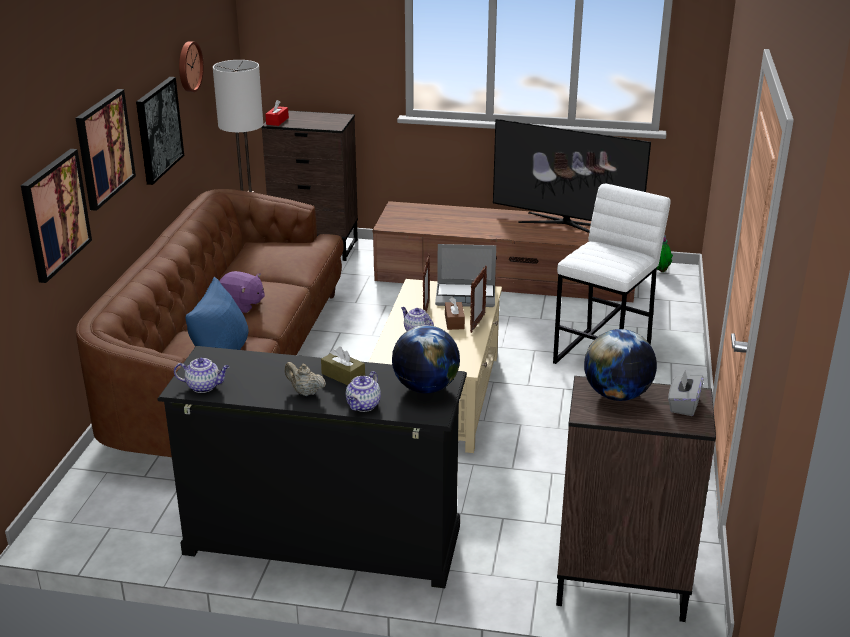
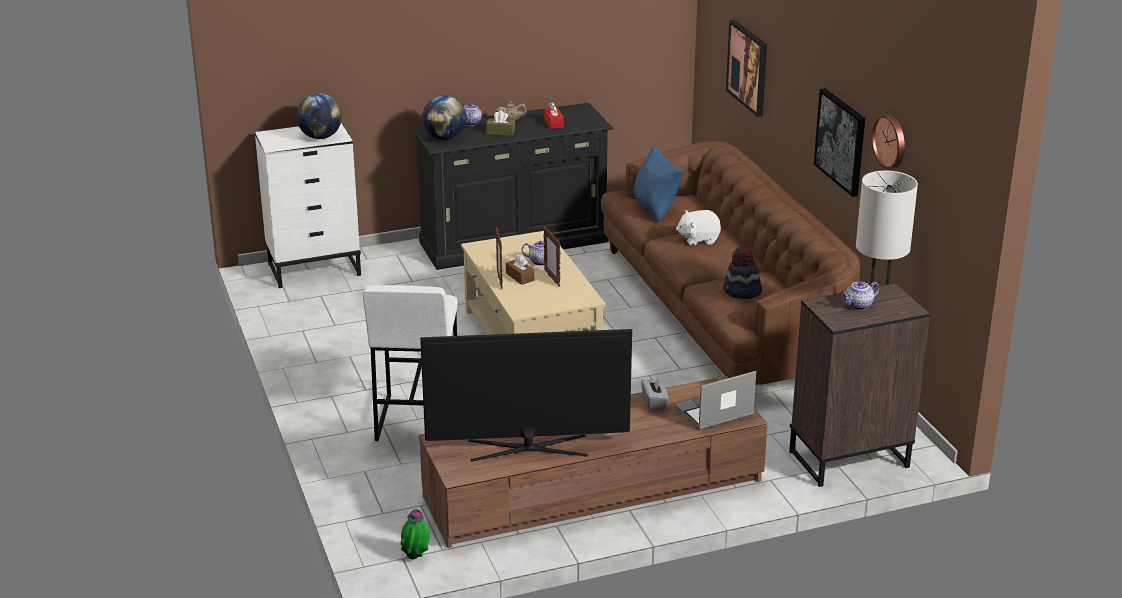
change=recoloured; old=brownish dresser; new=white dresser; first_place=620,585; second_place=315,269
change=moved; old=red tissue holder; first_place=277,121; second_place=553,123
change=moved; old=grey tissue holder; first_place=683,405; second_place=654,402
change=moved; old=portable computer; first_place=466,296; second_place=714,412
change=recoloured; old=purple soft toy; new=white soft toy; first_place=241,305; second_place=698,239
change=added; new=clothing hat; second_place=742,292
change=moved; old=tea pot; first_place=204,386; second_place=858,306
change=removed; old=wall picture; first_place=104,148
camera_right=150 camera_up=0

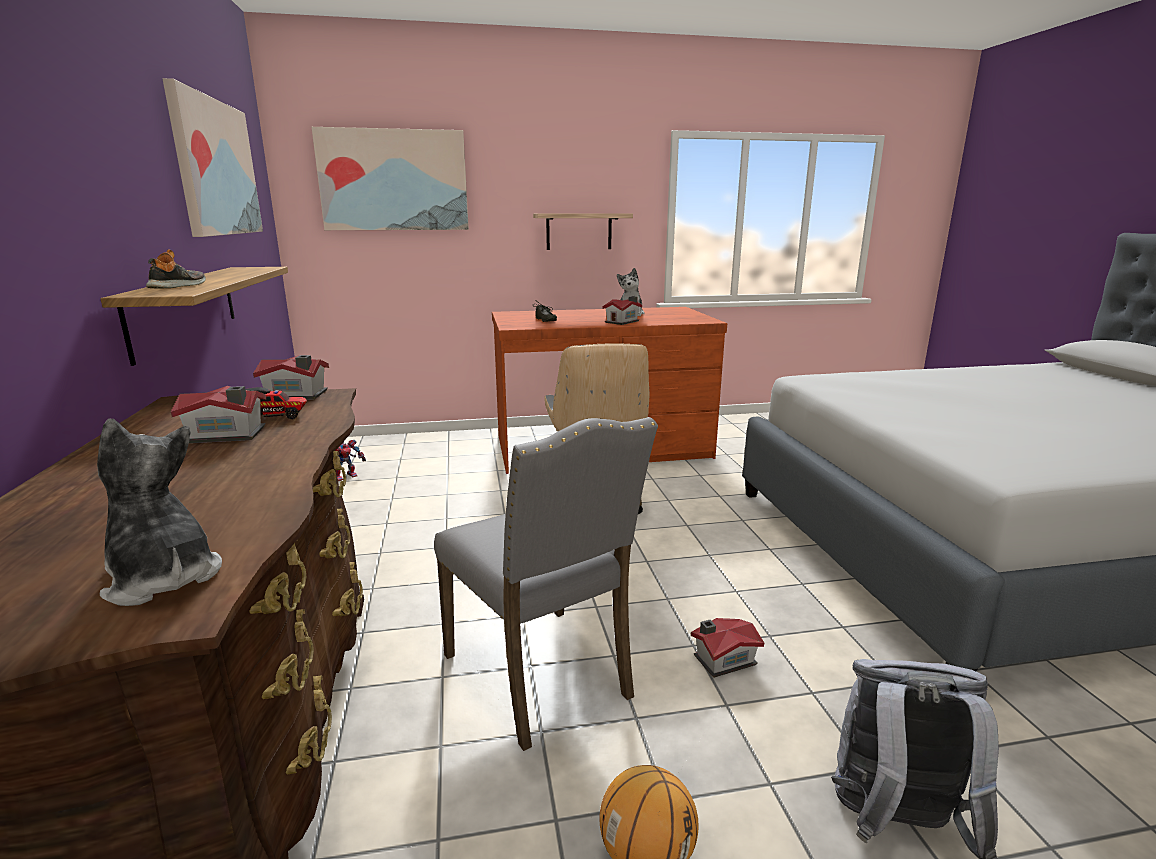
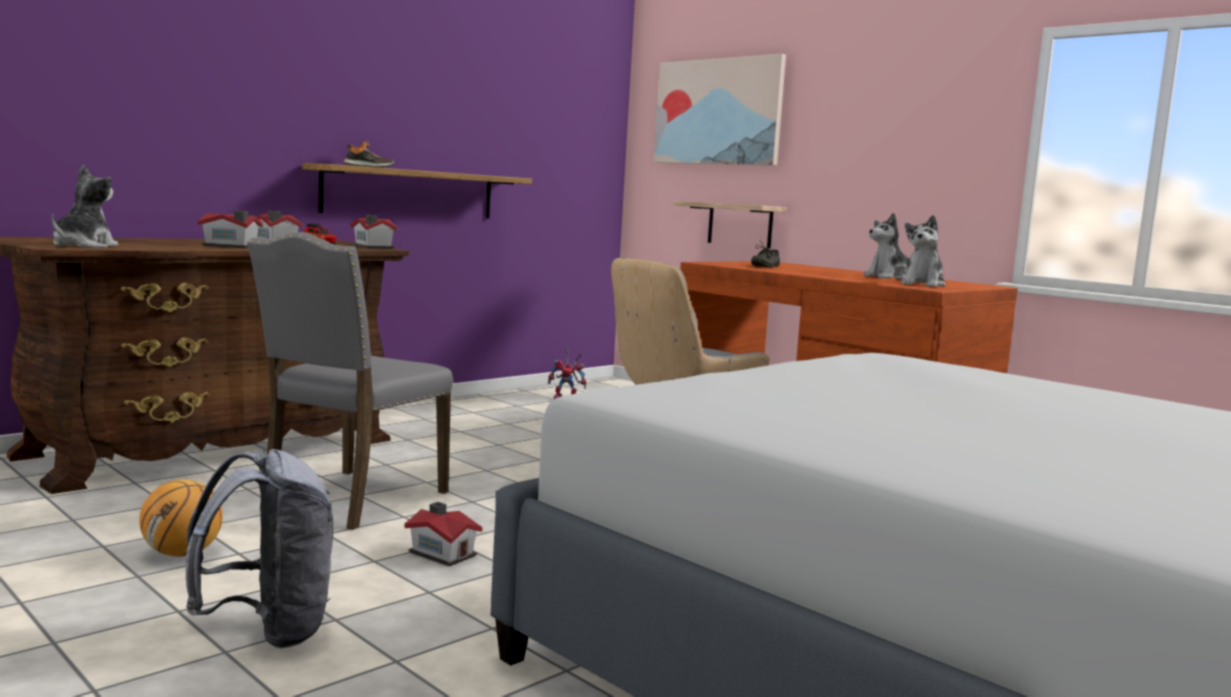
change=moved; old=toy house; first_place=623,322; second_place=231,246
change=moved; old=shelf; first_place=579,231; second_place=740,225
change=added; new=soft toy; second_place=923,284
change=removed; old=wall picture; first_place=215,168
camera_right=55 camera_up=-10

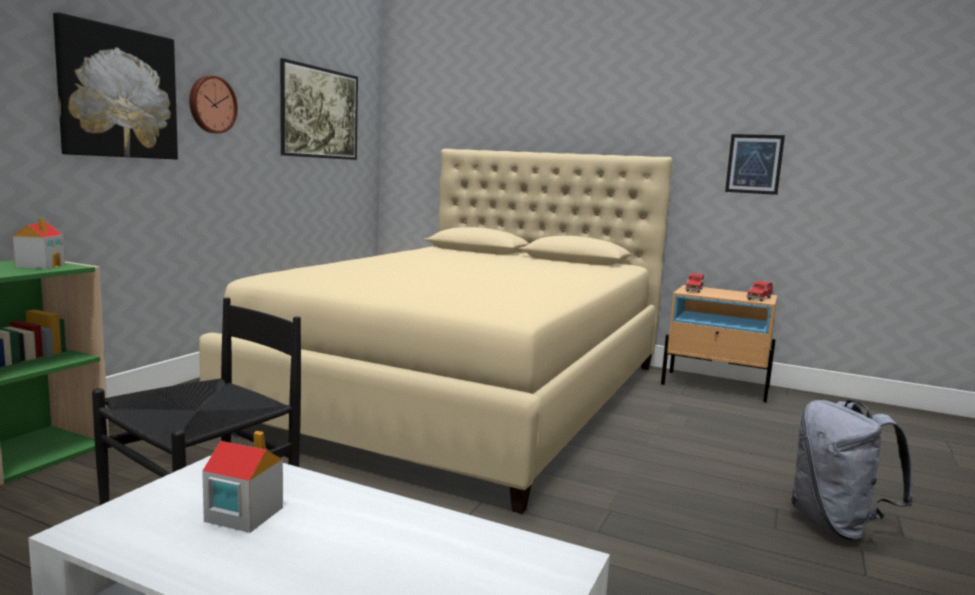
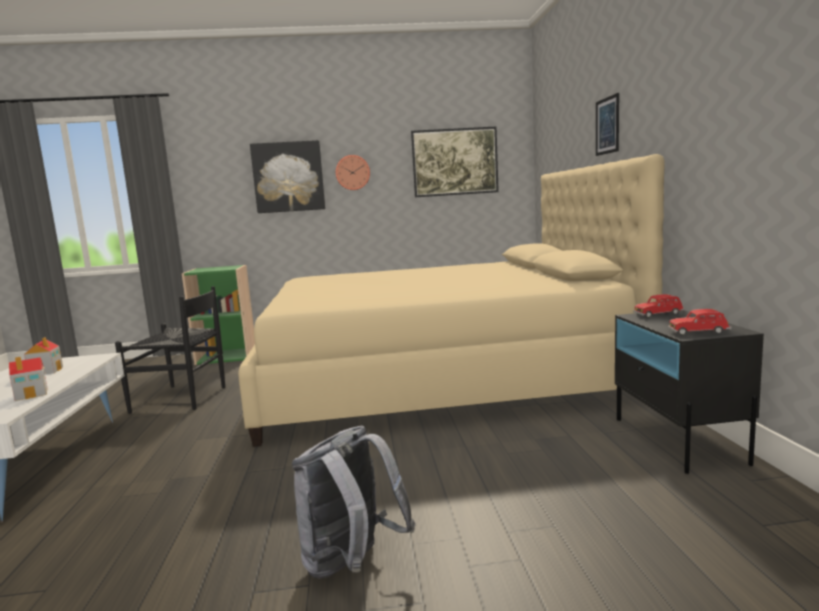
change=moved; old=toy house; first_place=40,265; second_place=32,394
change=moved; old=wall picture; first_place=754,164; second_place=607,125
change=recoloured; old=beige-coloured nightstand; new=blackish nightstand; first_place=715,386; second_place=678,440
camera_right=60 camera_up=0

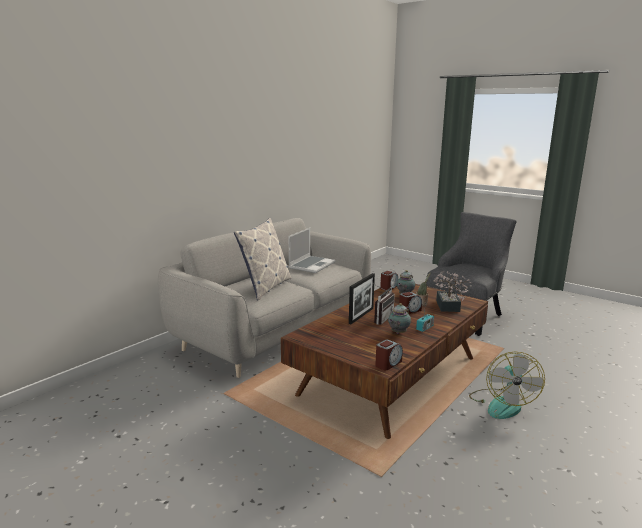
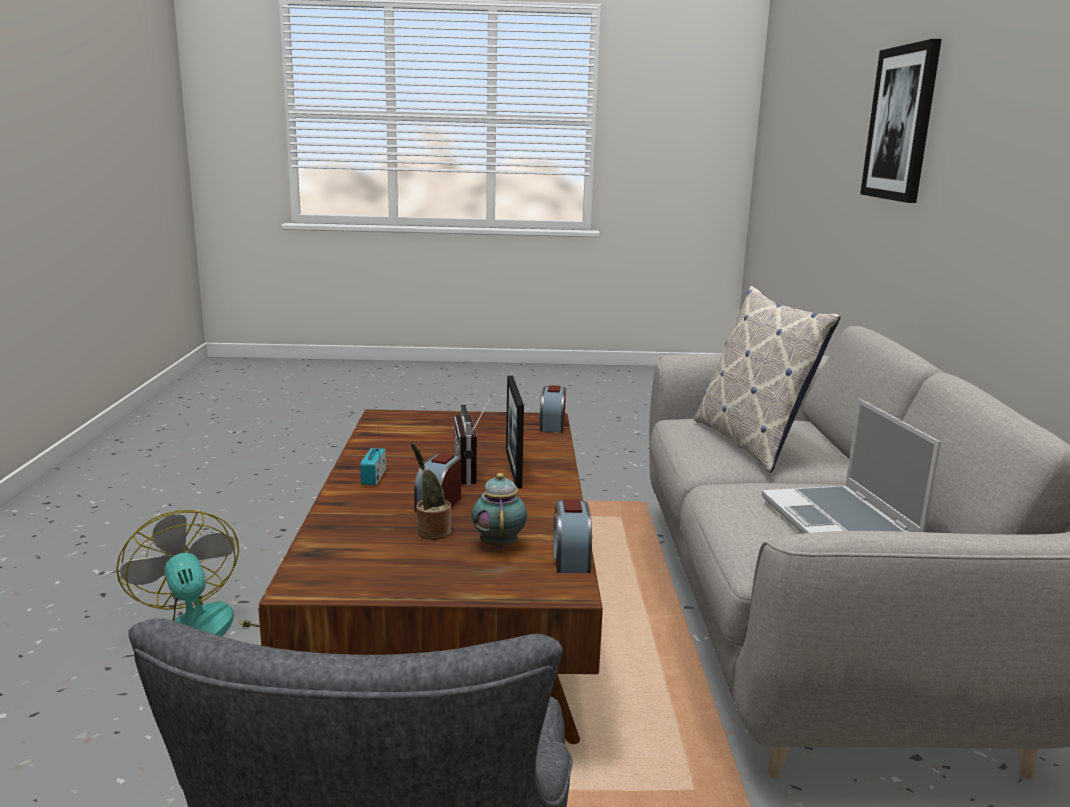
change=moved; old=table clock; first_place=388,364; second_place=552,425
change=added; new=wall picture; second_place=901,123
change=removed; old=tea pot; first_place=398,333
change=removed; old=plant in a pot; first_place=448,307
camera_right=140 camera_up=0

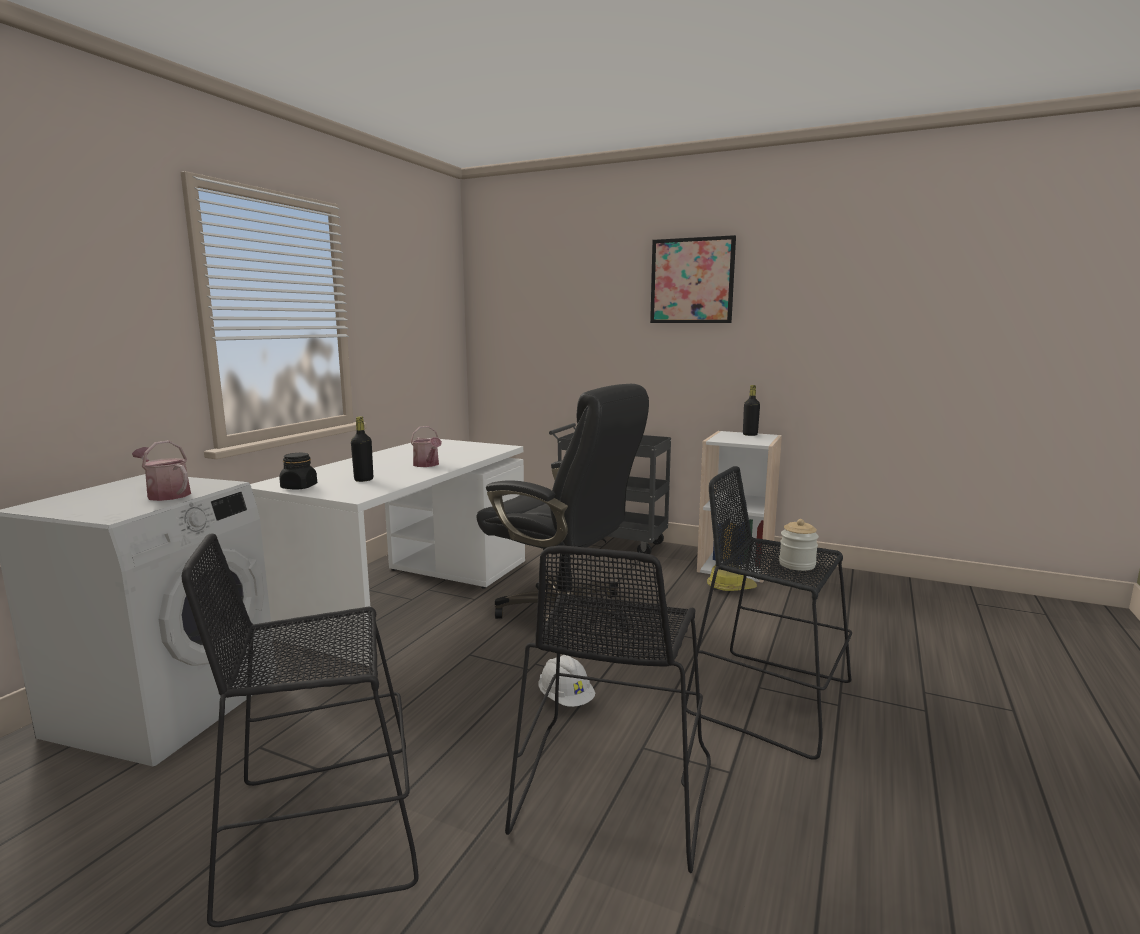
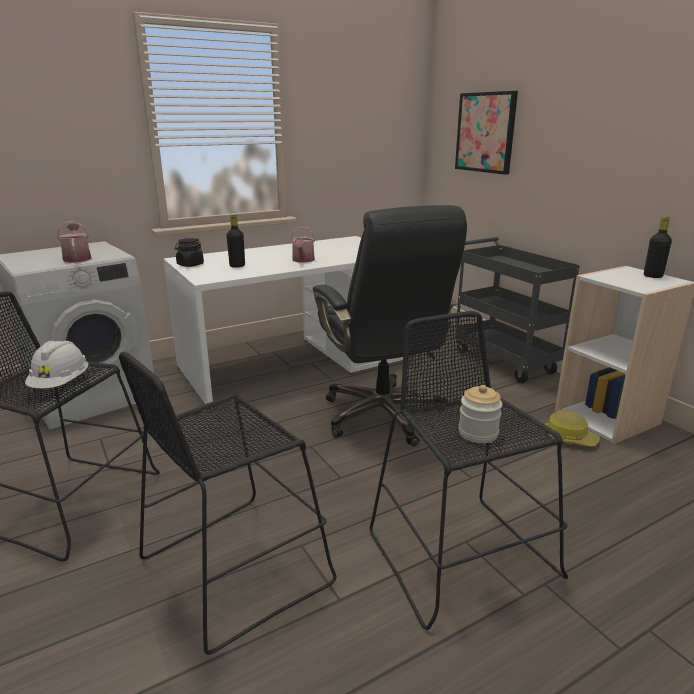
change=moved; old=white hard hat; first_place=566,699; second_place=61,384
change=moved; old=wall picture; first_place=692,281; second_place=485,132
camera_right=35 camera_up=10

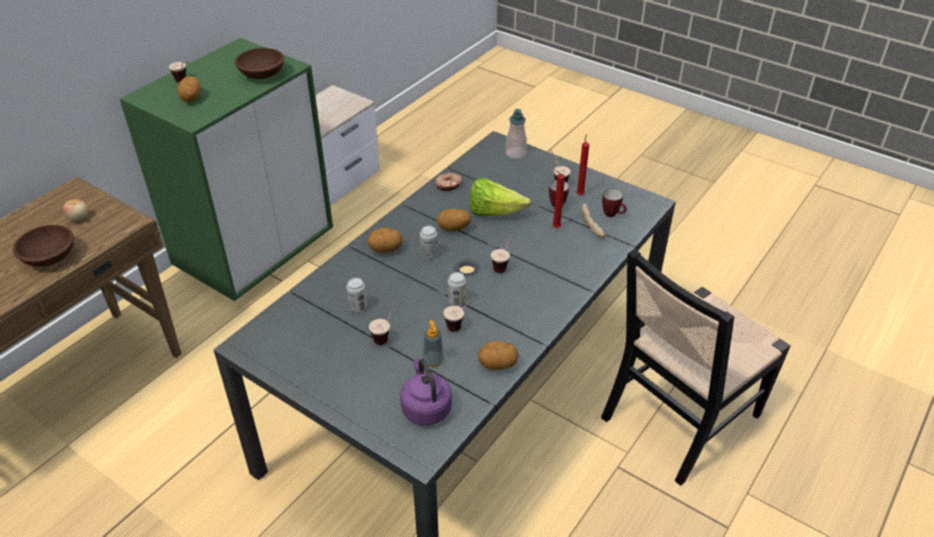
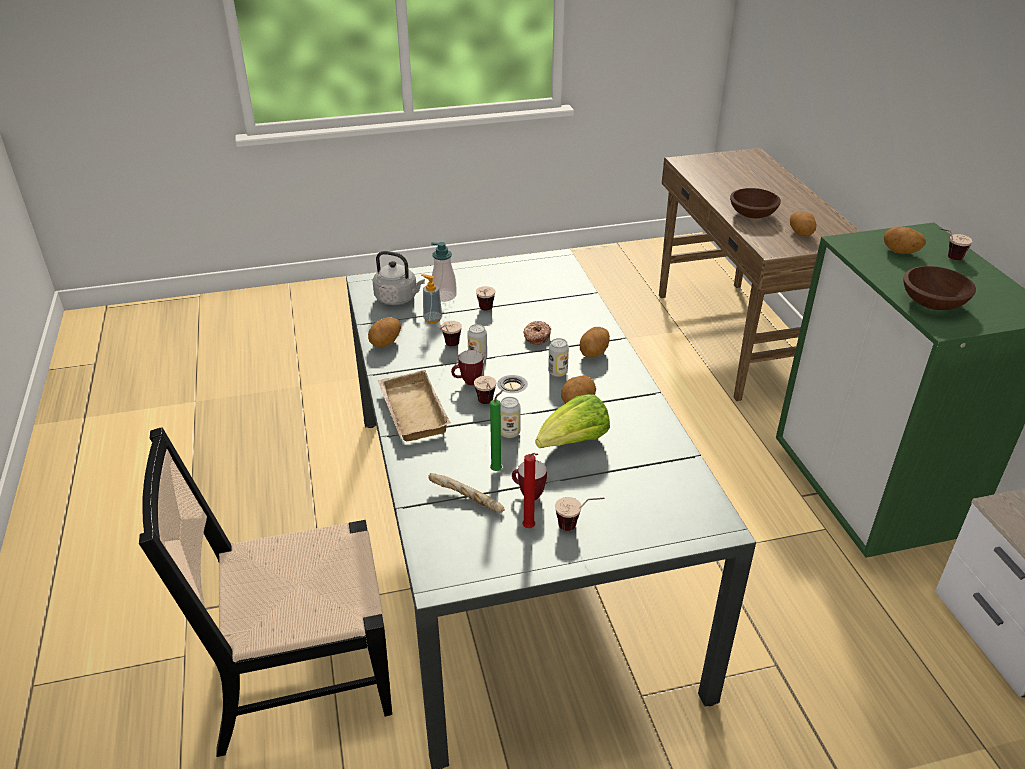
change=turned; old=upright chair; first_place=681,418; second_place=301,678; degrees=-105
change=recoloured; old=purple water kettle; new=grey water kettle; first_place=425,407; second_place=398,299
change=added; new=beige-coloured tray; second_place=410,411
change=moved; old=soap dispenser; first_place=515,153; second_place=444,296
change=moved; old=tea mug; first_place=613,215; second_place=468,382
change=recoloured; old=red wax light; new=green wax light; first_place=554,227; second_place=497,470
change=moved; old=can; first_place=358,307; second_place=509,433
change=moved; old=doughnut; first_place=448,185; second_place=536,337
change=replaced; old=apple fruit; new=potato; first_place=79,218; second_place=801,233
camera_right=130 camera_up=-5

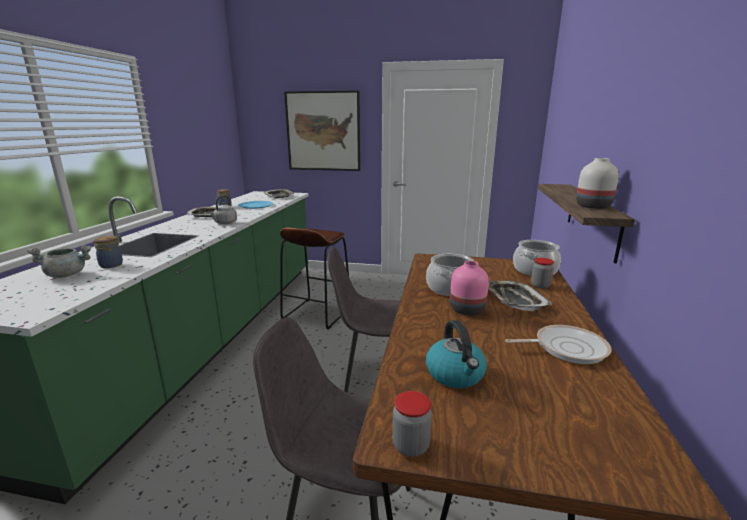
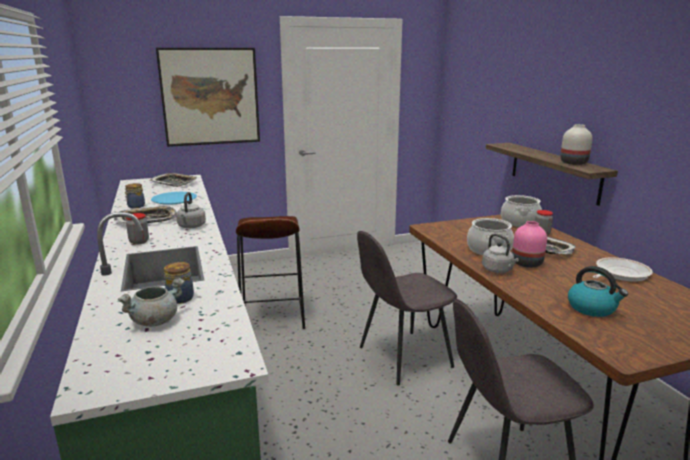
change=moved; old=preserve jar; first_place=410,446; second_place=139,242
change=added; new=grey water kettle; second_place=498,270
camera_right=-30 camera_up=0

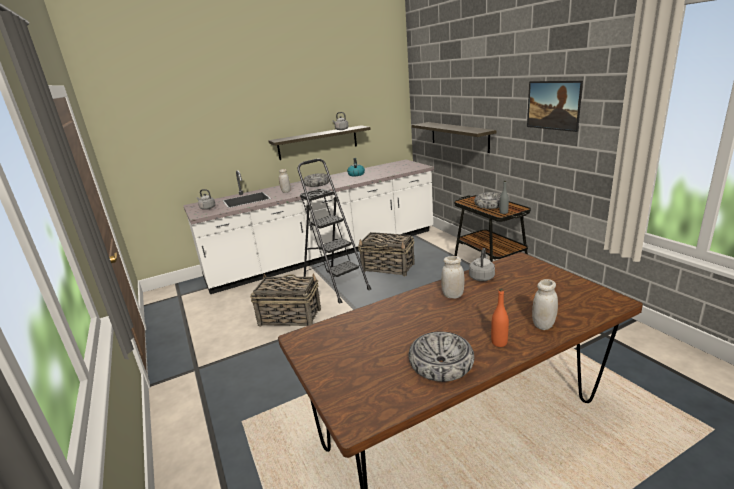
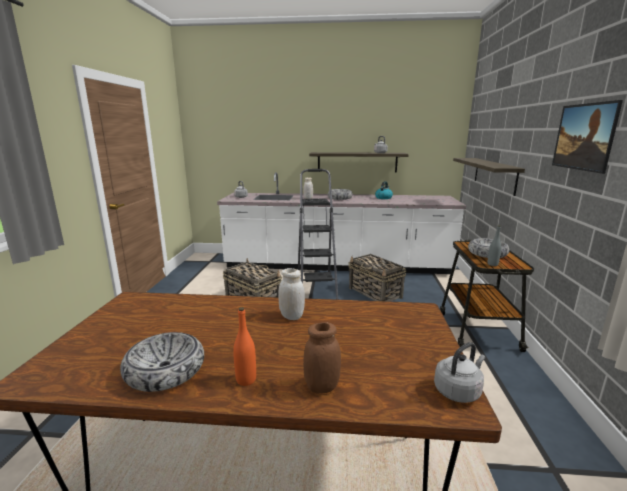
change=recoloured; old=white preserve jar; new=brownish preserve jar; first_place=543,325; second_place=322,386
change=moved; old=grey water kettle; first_place=482,277; second_place=458,391
camera_right=30 camera_up=-5

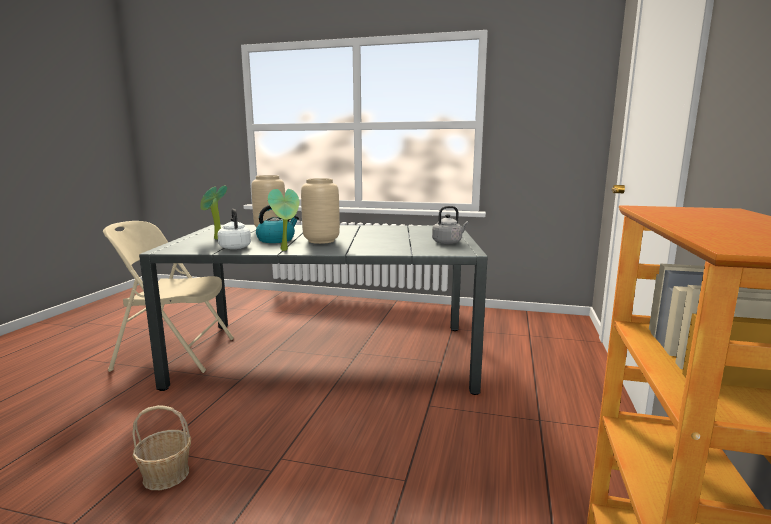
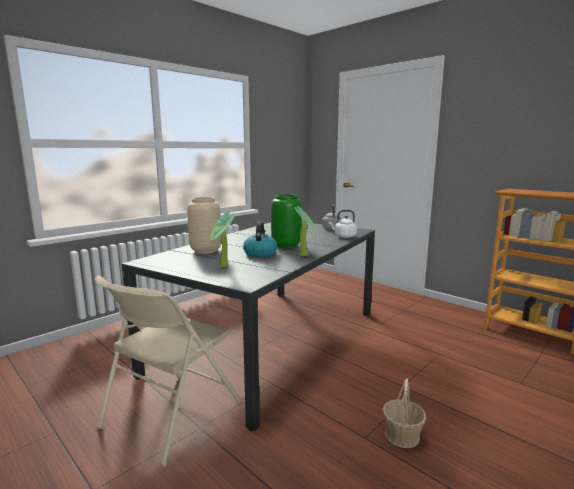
change=recoloured; old=beige-coloured vase; new=green vase; first_place=322,241; second_place=286,245
change=moved; old=white water kettle; first_place=235,247; second_place=344,236
camera_right=-60 camera_up=0

